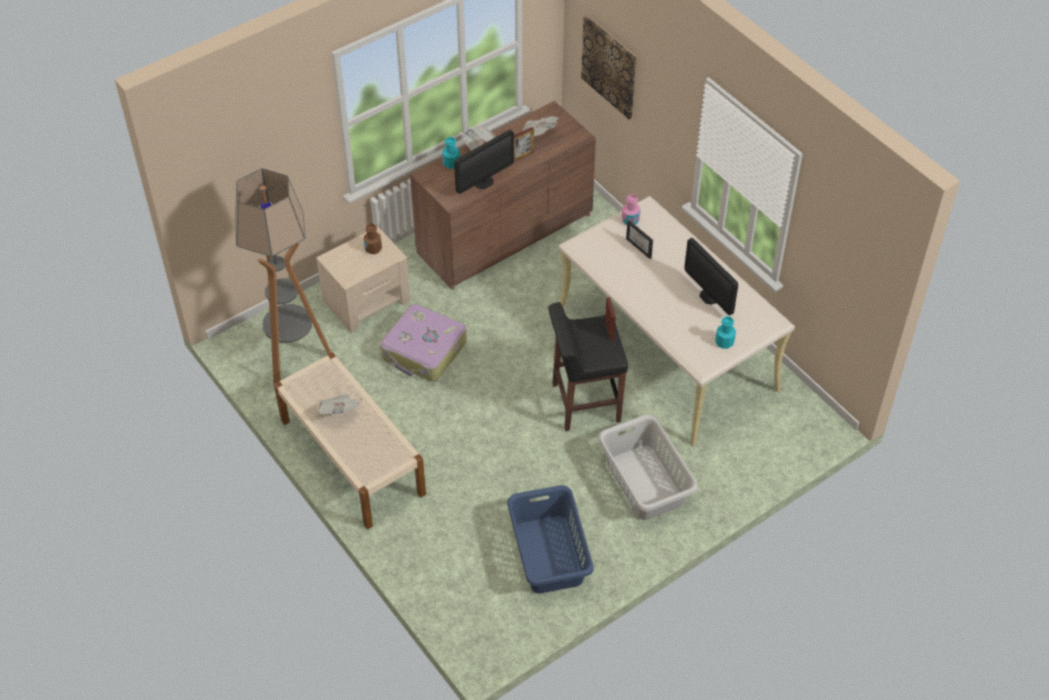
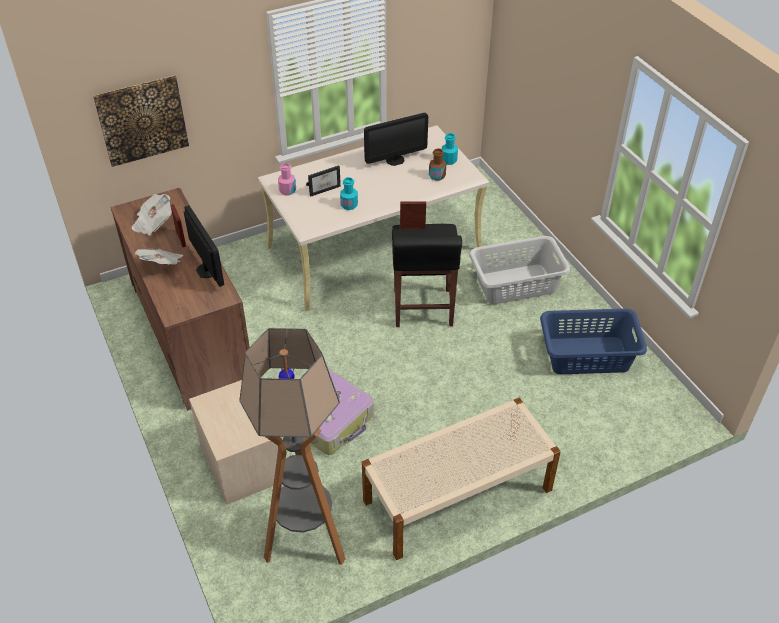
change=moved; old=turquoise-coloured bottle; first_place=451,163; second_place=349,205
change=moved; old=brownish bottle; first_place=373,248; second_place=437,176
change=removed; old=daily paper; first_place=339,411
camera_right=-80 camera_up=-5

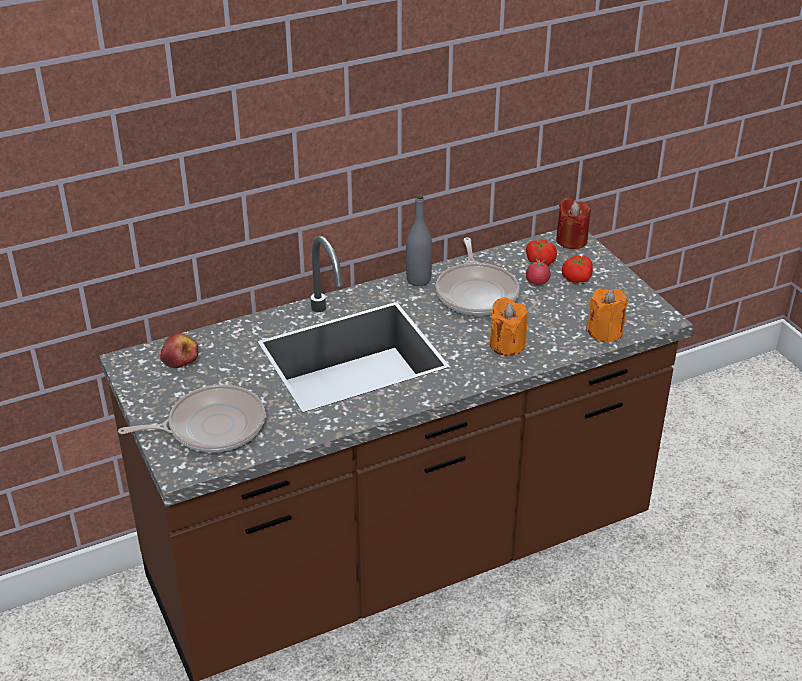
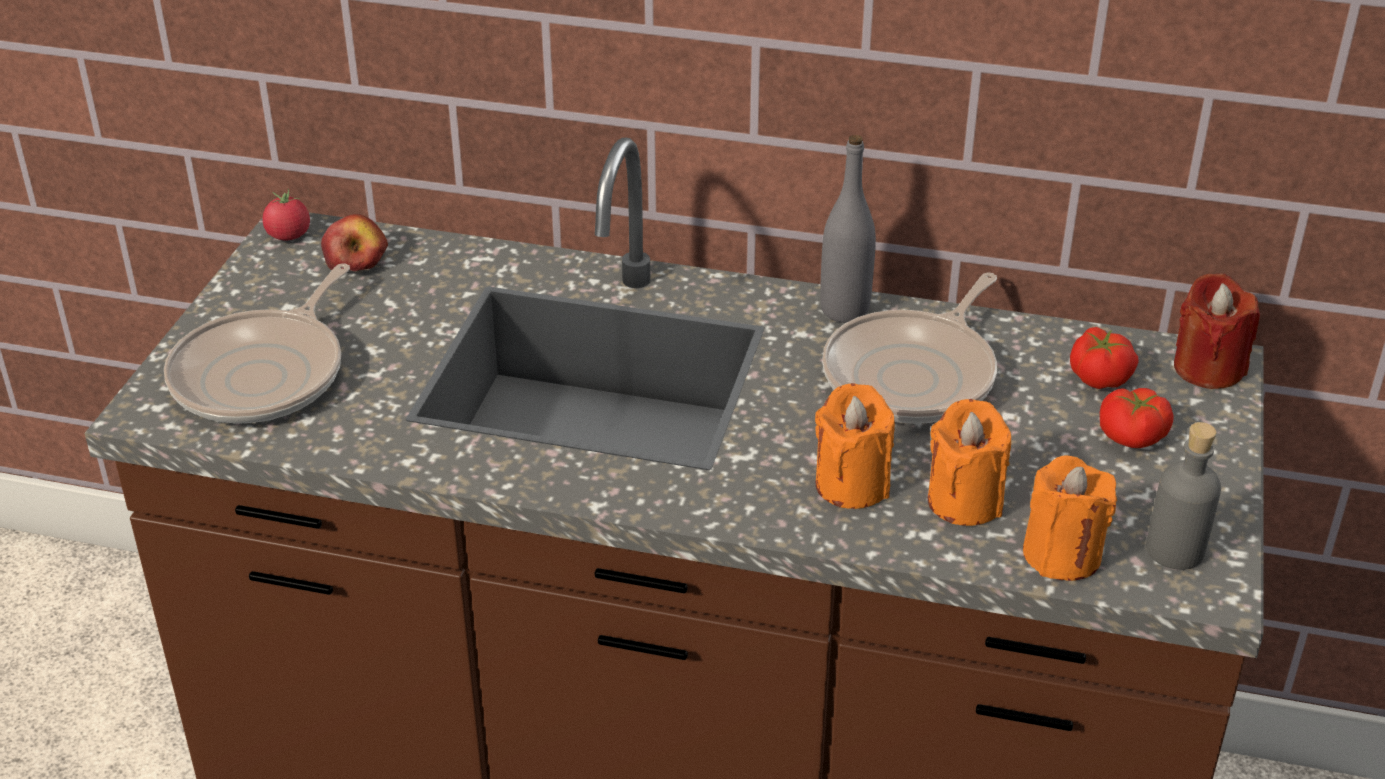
change=turned; old=skillet; first_place=211,426; second_place=264,374; degrees=90
change=moved; old=tomato; first_place=537,282; second_place=288,235
change=added; new=orangey wax light; second_place=964,501
change=added; new=grey bottle; second_place=1175,550
camera_right=40 camera_up=0

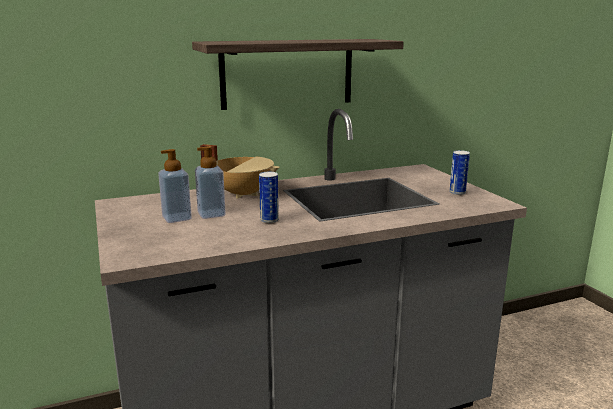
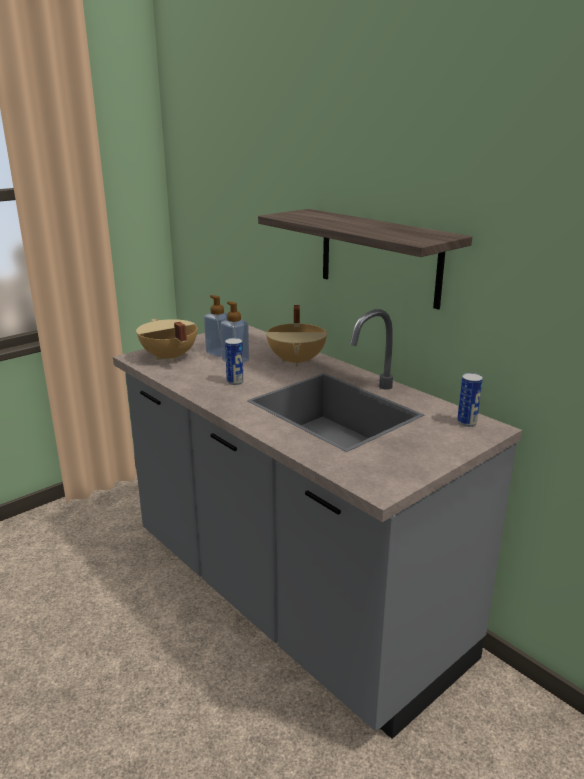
change=added; new=beige-coloured cooking pot; second_place=168,357
change=moved; old=can; first_place=457,192; second_place=466,423
camera_right=70 camera_up=5

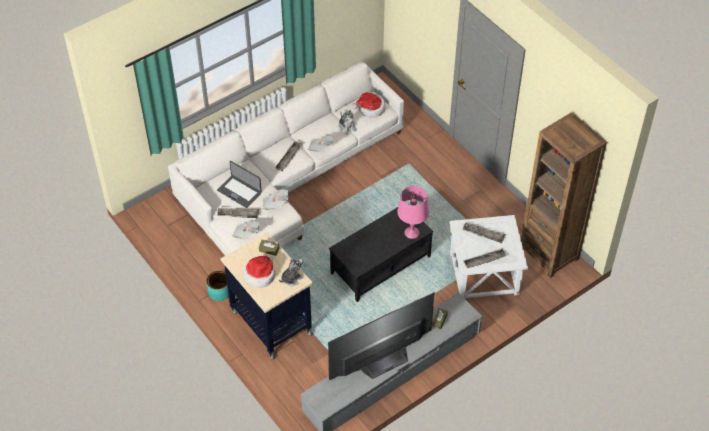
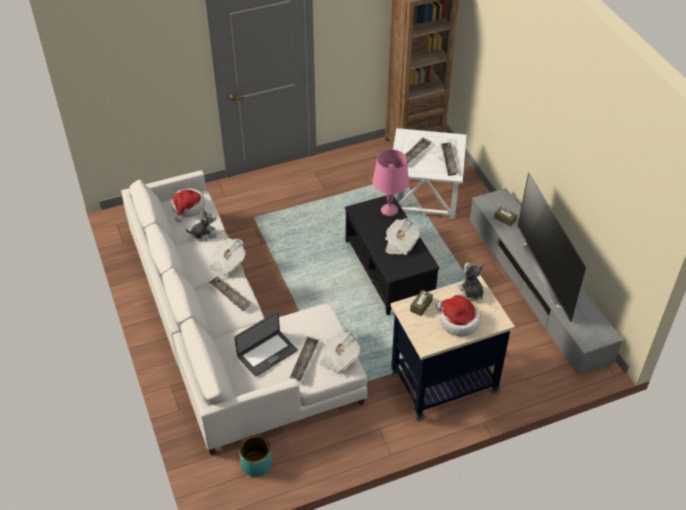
change=moved; old=turquoise-coloured plant pot; first_place=219,292; second_place=256,464
change=moved; old=daily paper; first_place=275,204; second_place=400,244
camera_right=-75 camera_up=-5

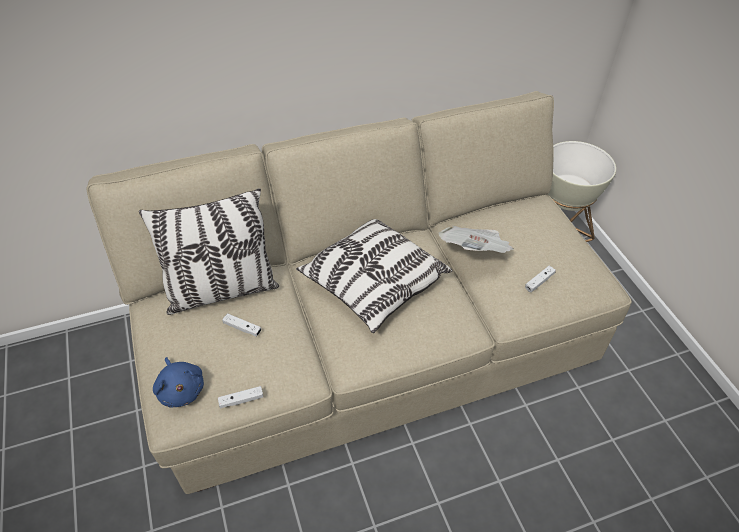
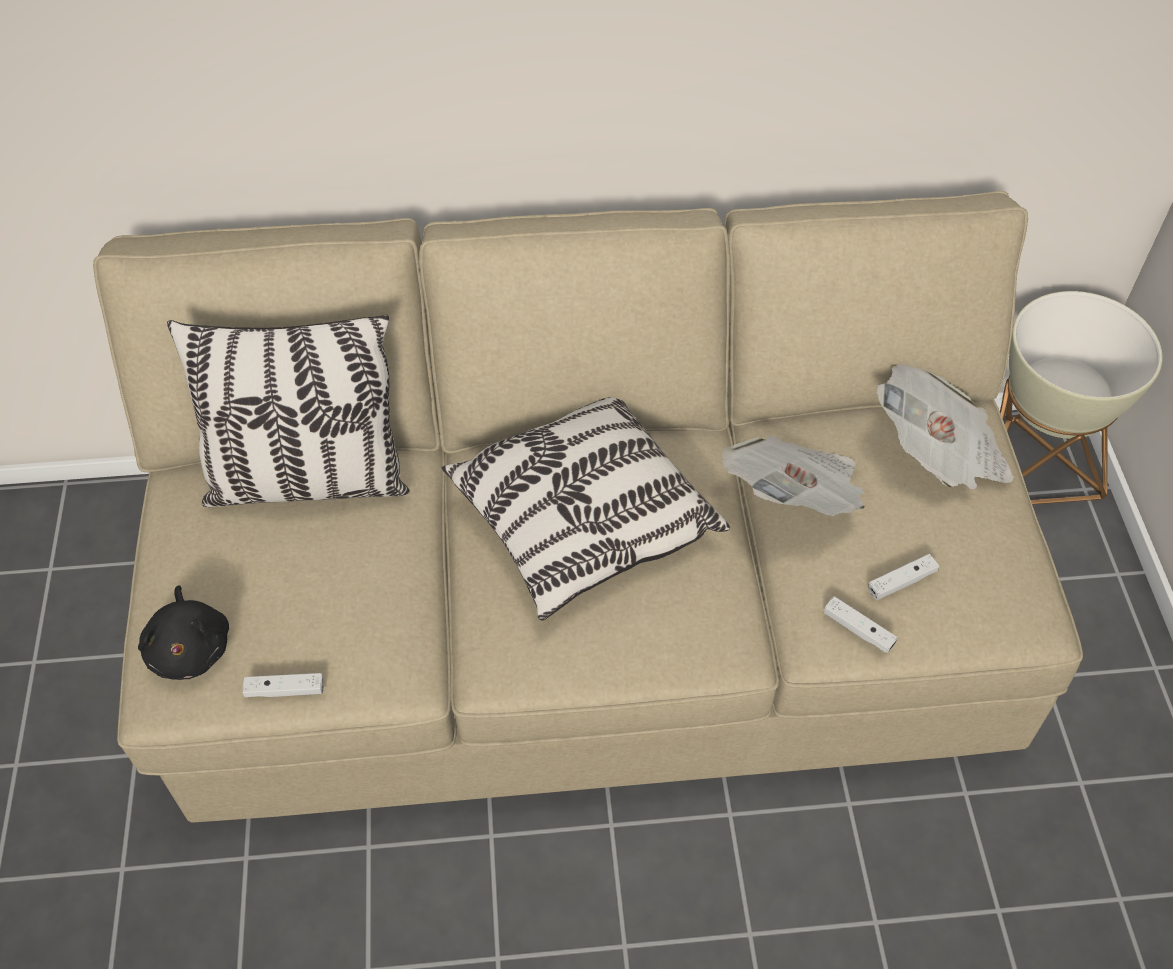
change=recoloured; old=blue soft toy; new=blackish soft toy; first_place=181,389; second_place=191,648
change=moved; old=white gamepad; first_place=242,328; second_place=858,630
change=added; new=daily paper; second_place=938,454
camera_right=15 camera_up=5

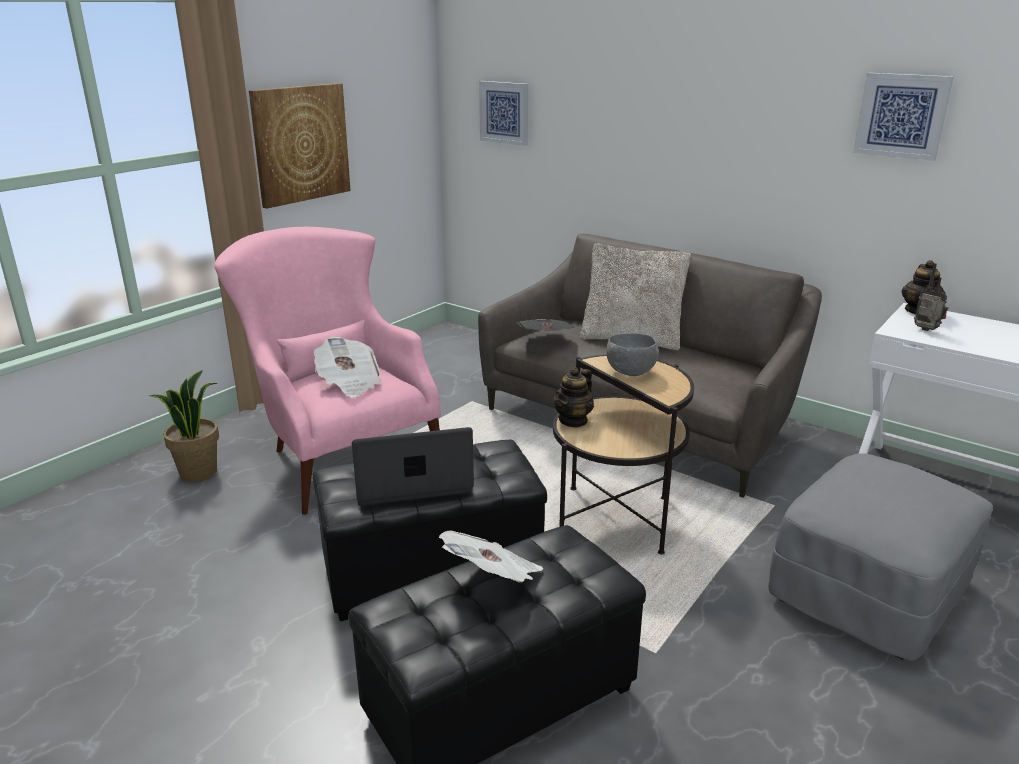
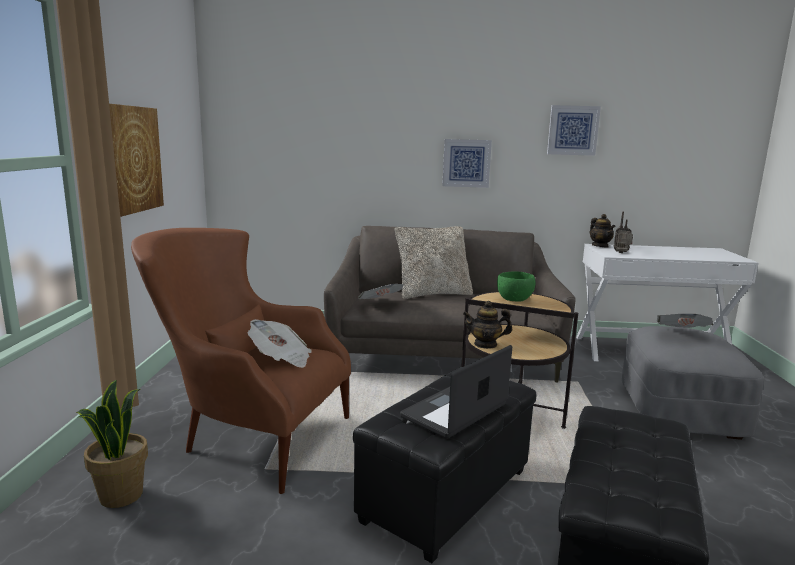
change=recoloured; old=pink armchair; new=brownish armchair; first_place=337,452; second_place=247,435
change=moved; old=wall picture; first_place=504,112; second_place=466,163
change=turned; old=tea pot; first_place=573,420; second_place=485,344; degrees=90
change=recoloured; old=grey serving bowl; new=green serving bowl; first_place=631,373; second_place=515,300
change=moved; old=daily paper; first_place=493,578; second_place=681,335
camera_right=-35 camera_up=-10

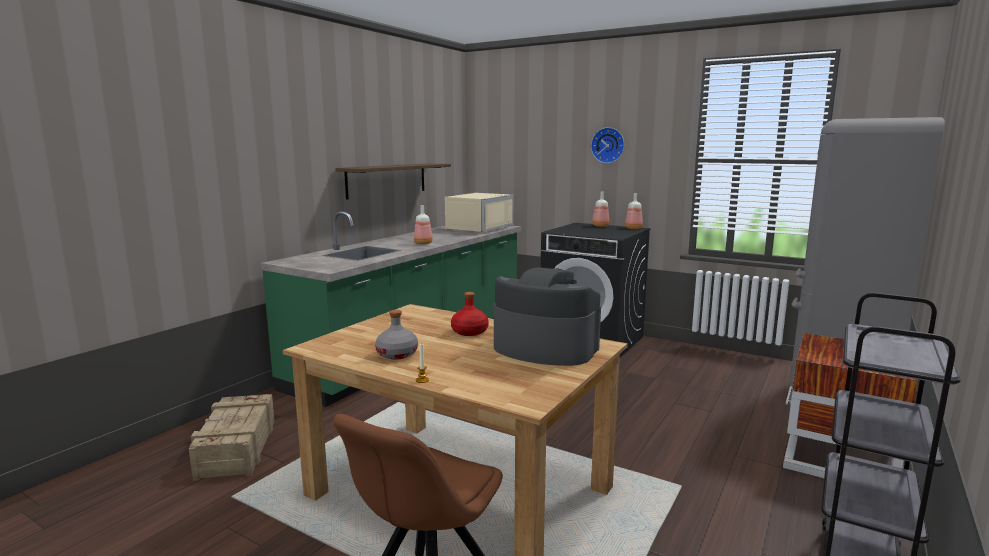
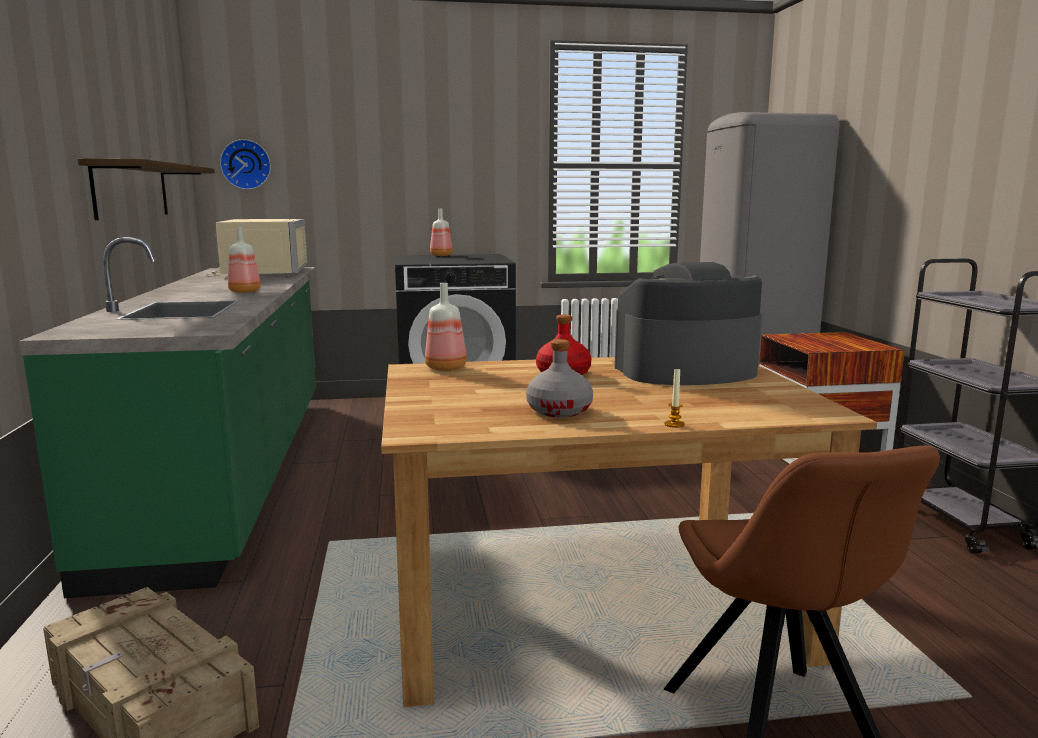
change=moved; old=wall clock; first_place=608,145; second_place=246,164
change=moved; old=bottle; first_place=634,228; second_place=447,368
camera_right=-40 camera_up=0

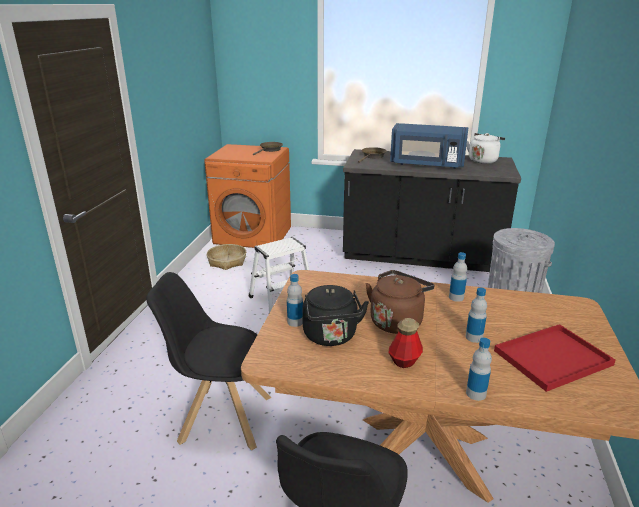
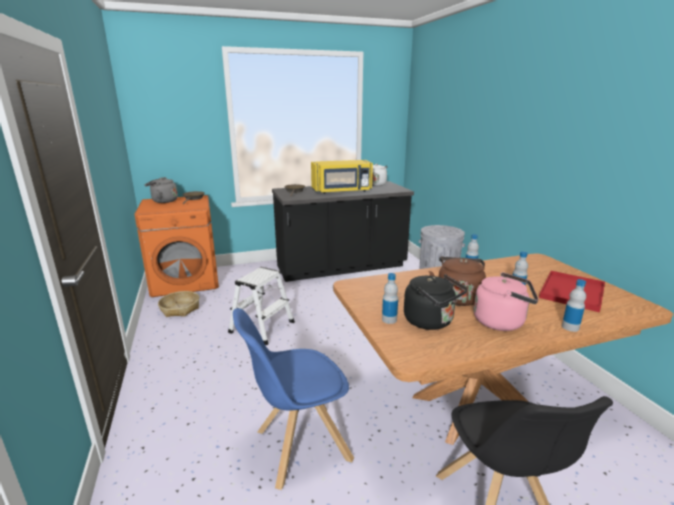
change=added; new=grey water kettle; second_place=163,201
change=recoloured; old=blackish upright chair; new=blue upright chair; first_place=221,418; second_place=298,446
change=recoloured; old=blue kitchen microwave; new=yellow kitchen microwave; first_place=427,164; second_place=342,191
change=replaced; old=bottle; new=pink water kettle; first_place=404,361; second_place=501,322
camera_right=-30 camera_up=-5

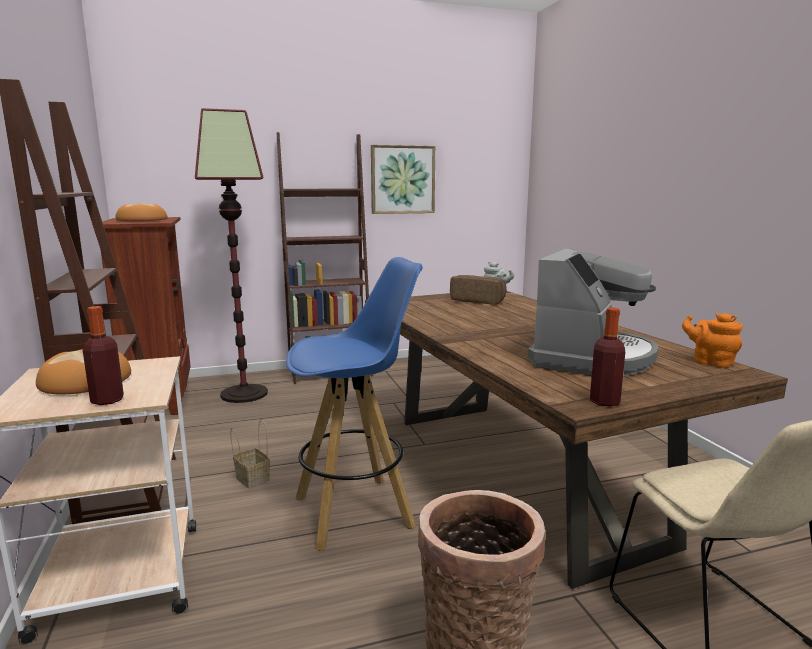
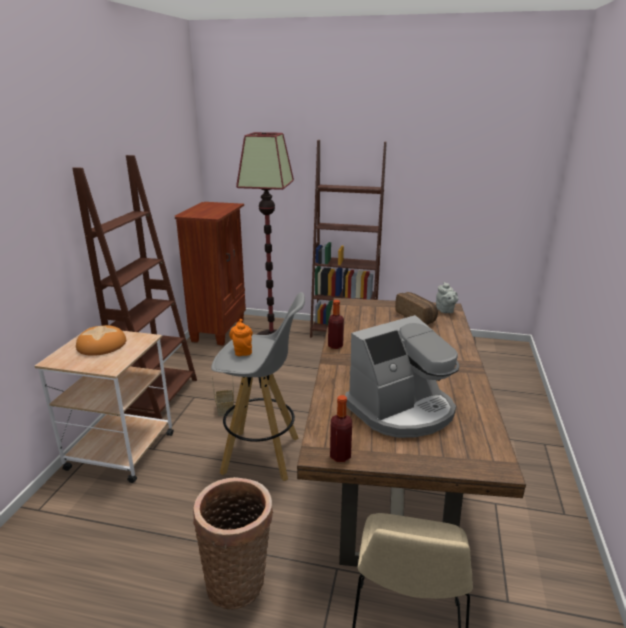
change=recoloured; old=blue stool seat; new=grey stool seat; first_place=356,512; second_place=262,455
change=moved; old=orangey tea pot; first_place=710,362; second_place=242,350
change=moved; old=bottle; first_place=107,400; second_place=335,346
change=removed; old=bakery bread; first_place=141,220
change=removed; old=wall picture; first_place=402,179
camera_right=30 camera_up=10

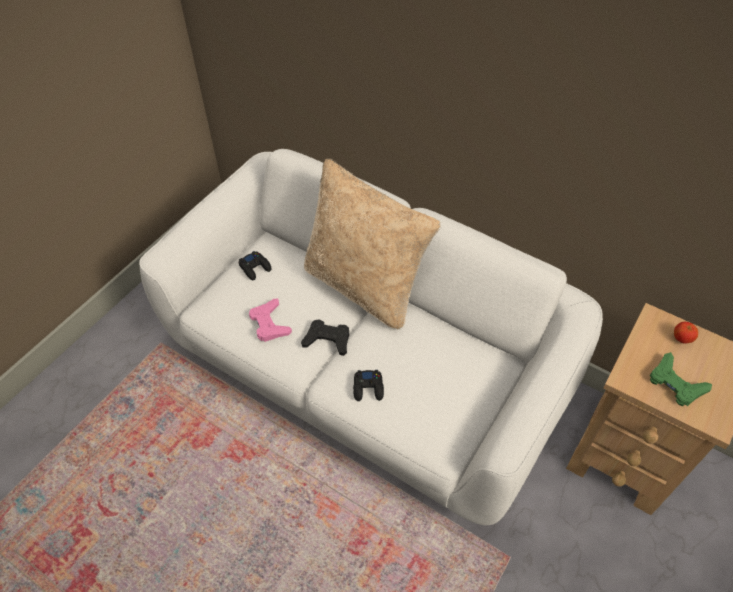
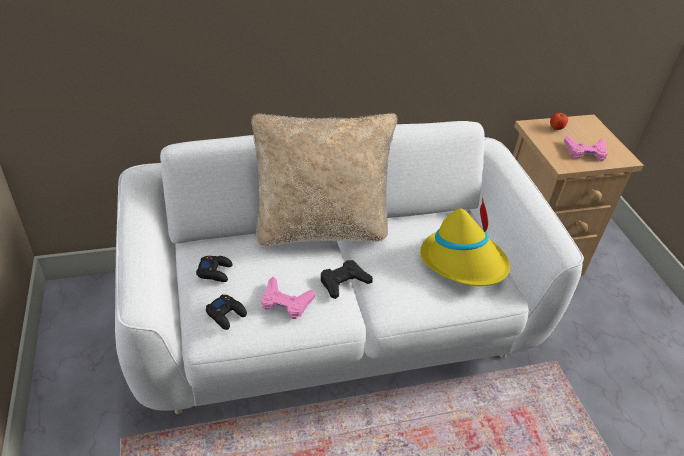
change=moved; old=blackish gamepad; first_place=368,388; second_place=226,314
change=added; new=yellow clothing hat; second_place=463,262
change=recoloured; old=green gamepad; new=pink gamepad; first_place=675,384; second_place=585,152
camera_right=-50 camera_up=-10

